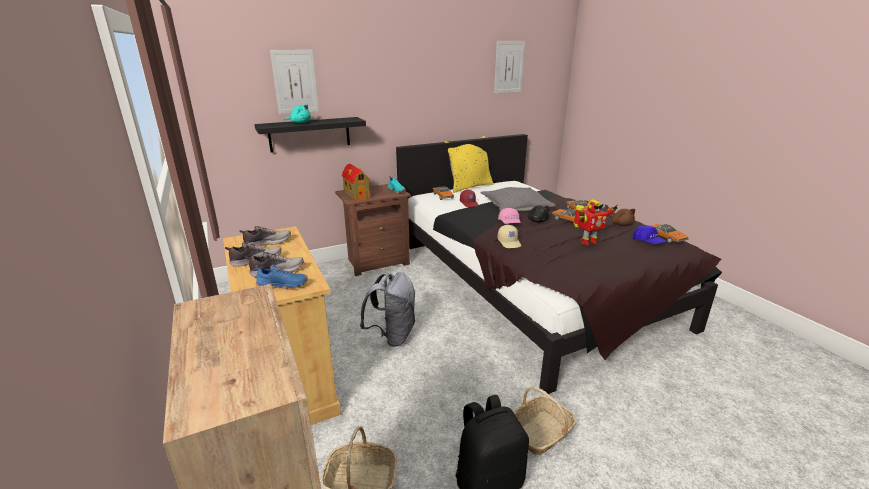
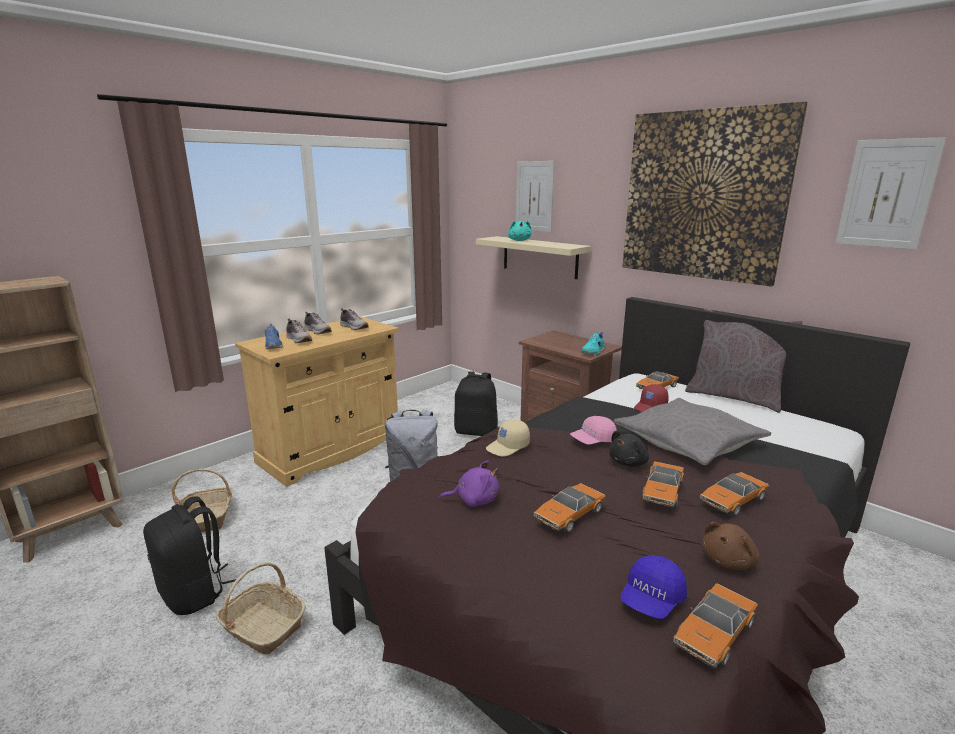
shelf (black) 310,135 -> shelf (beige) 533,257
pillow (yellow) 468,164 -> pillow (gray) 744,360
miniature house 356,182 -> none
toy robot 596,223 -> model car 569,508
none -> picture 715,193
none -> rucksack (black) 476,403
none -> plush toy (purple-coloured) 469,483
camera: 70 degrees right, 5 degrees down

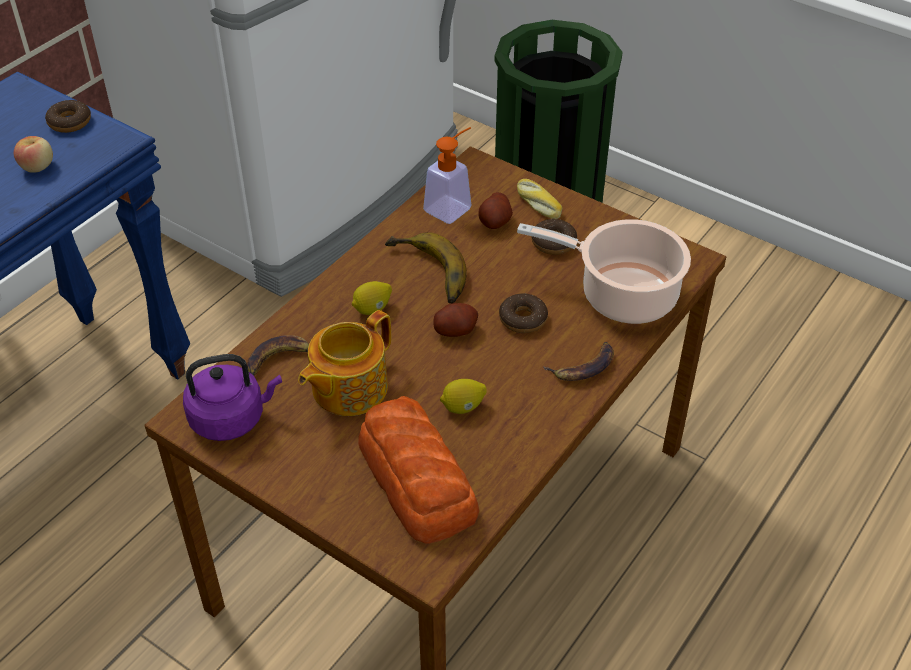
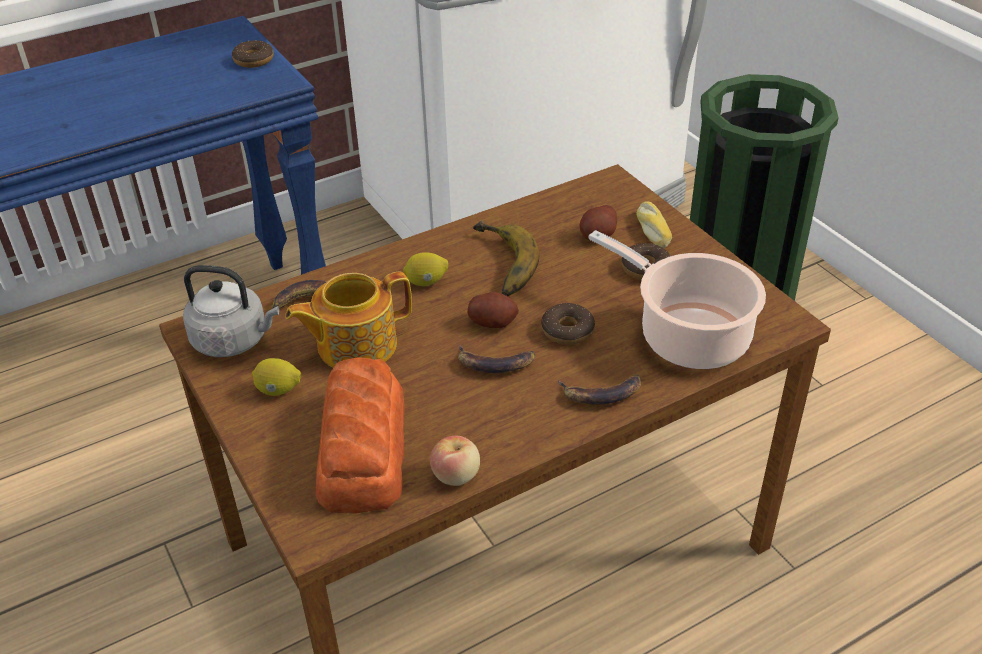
soap dispenser 447,175 -> none
whole apple 33,154 -> whole apple 455,461, move
water kettle (purple-coloured) 232,397 -> water kettle (gray) 231,311
citrus fruit 463,396 -> citrus fruit 276,377, move
none -> banana fruit 496,359
camera: 25 degrees right, 5 degrees down

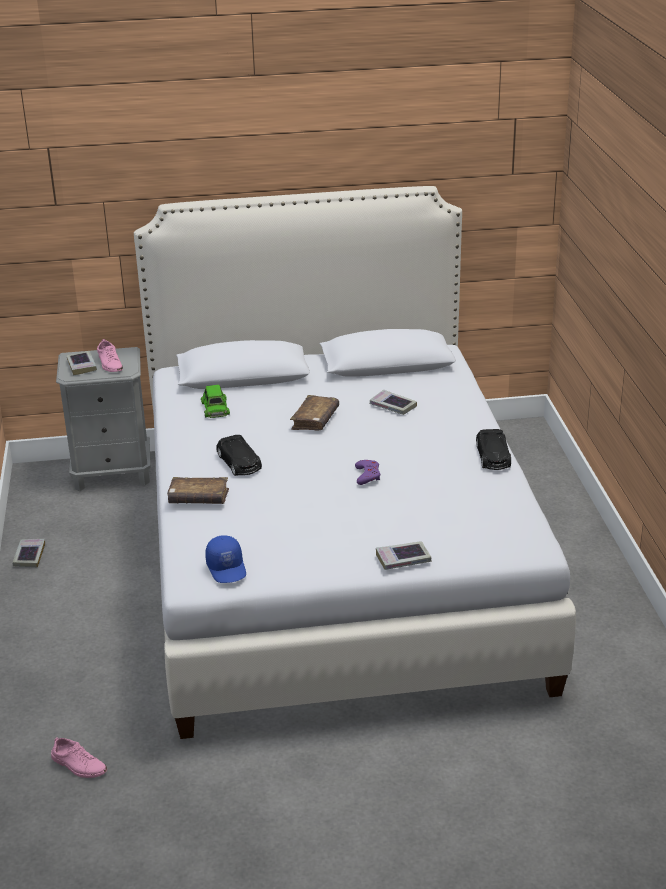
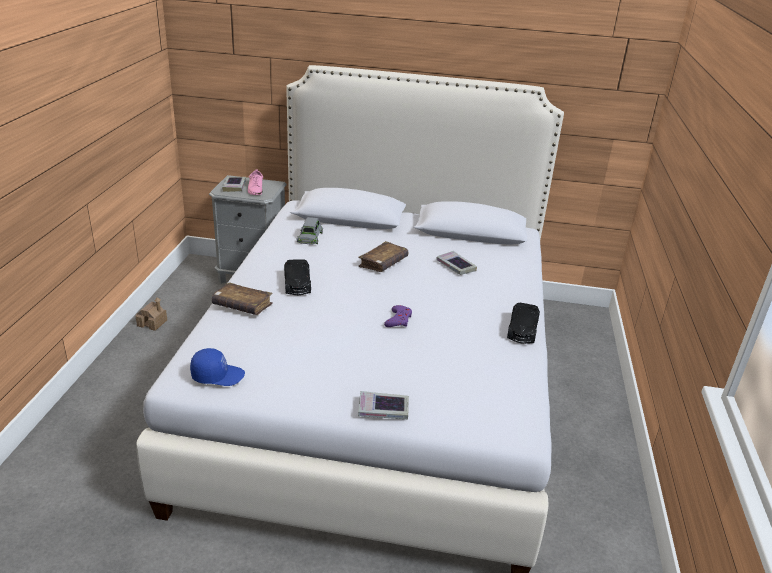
model car (green-coloured) 215,401 -> model car (gray) 310,230
baseball cap (bluish) 225,559 -> baseball cap (bluish) 217,367, 90 degrees counterclockwise
book 28,553 -> miniature house 151,314
low shoe (pink-coloured) 79,757 -> none
camera: 15 degrees right, 0 degrees up

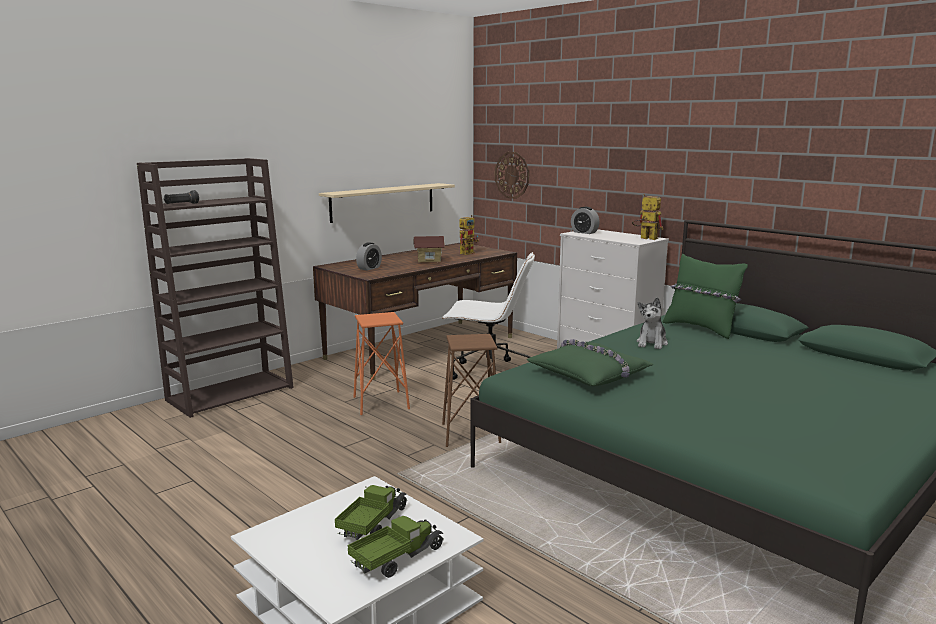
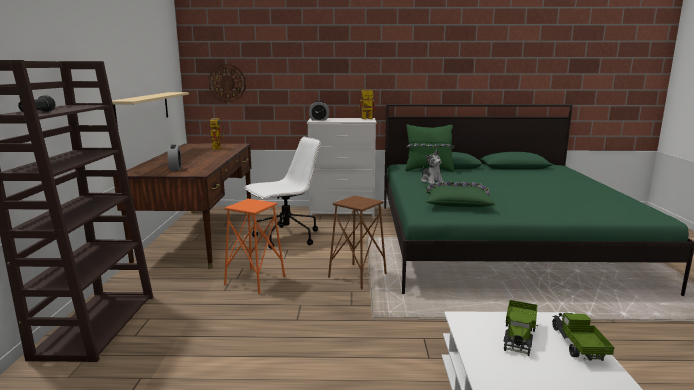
miniature house 429,249 -> none
toy truck 371,512 -> toy truck 521,328, 135 degrees counterclockwise
camera: 45 degrees left, 0 degrees up

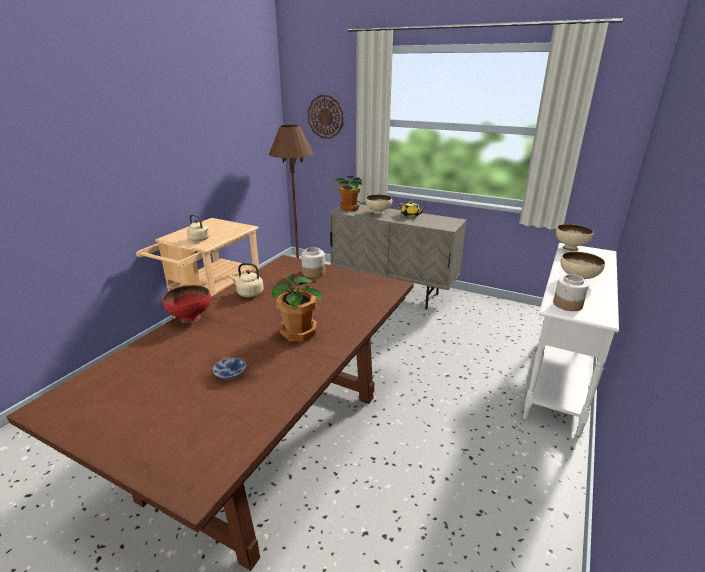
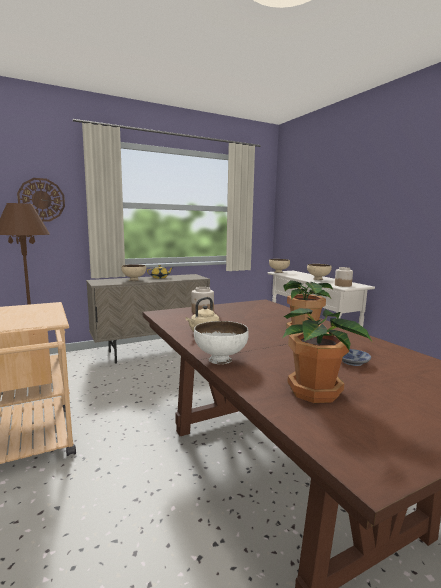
potted plant 347,193 -> potted plant 328,355, move
water kettle (beige) 198,227 -> none
deep dish (reddish) 187,304 -> deep dish (whitish) 221,342
camera: 55 degrees left, 15 degrees down

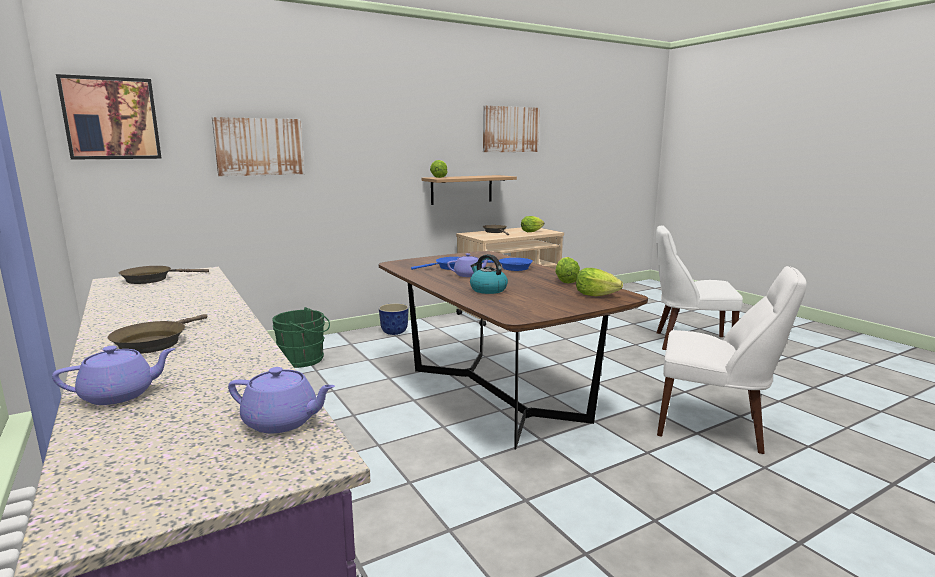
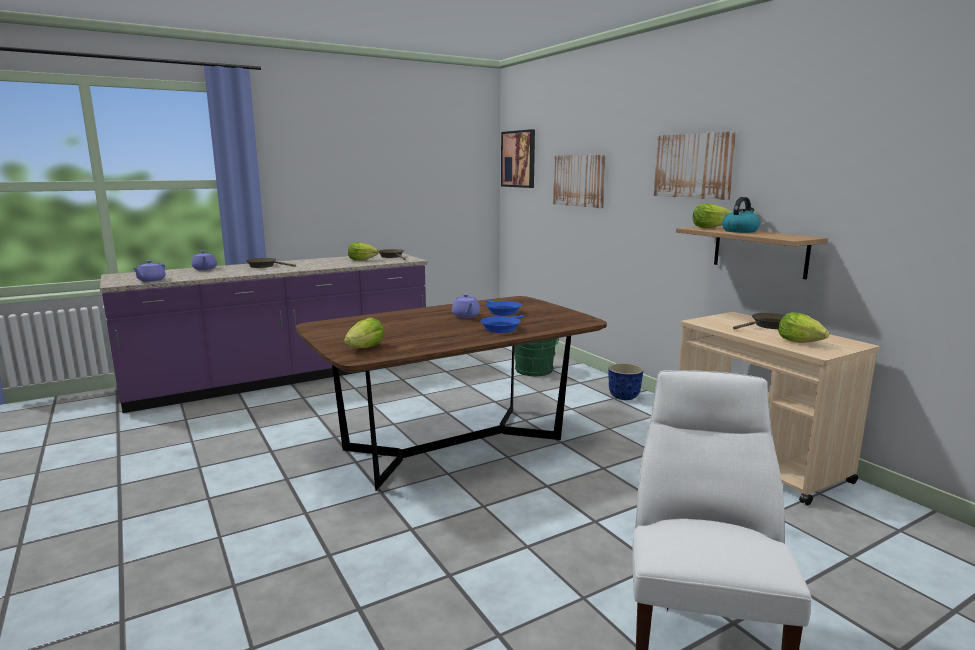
picture 511,129 -> picture 695,165, move
water kettle 489,274 -> water kettle 741,215, move
lettuce 567,270 -> lettuce 363,251, move
upright chair (whitish) 732,360 -> none
camera: 90 degrees right, 0 degrees up

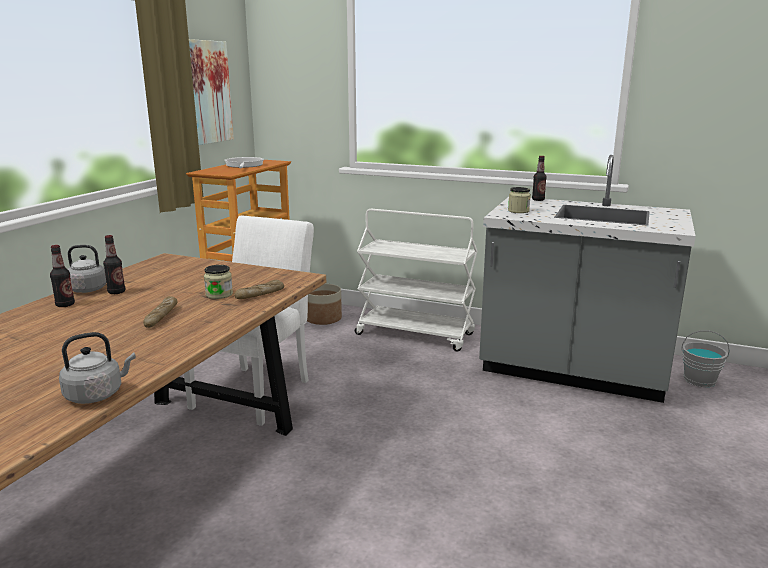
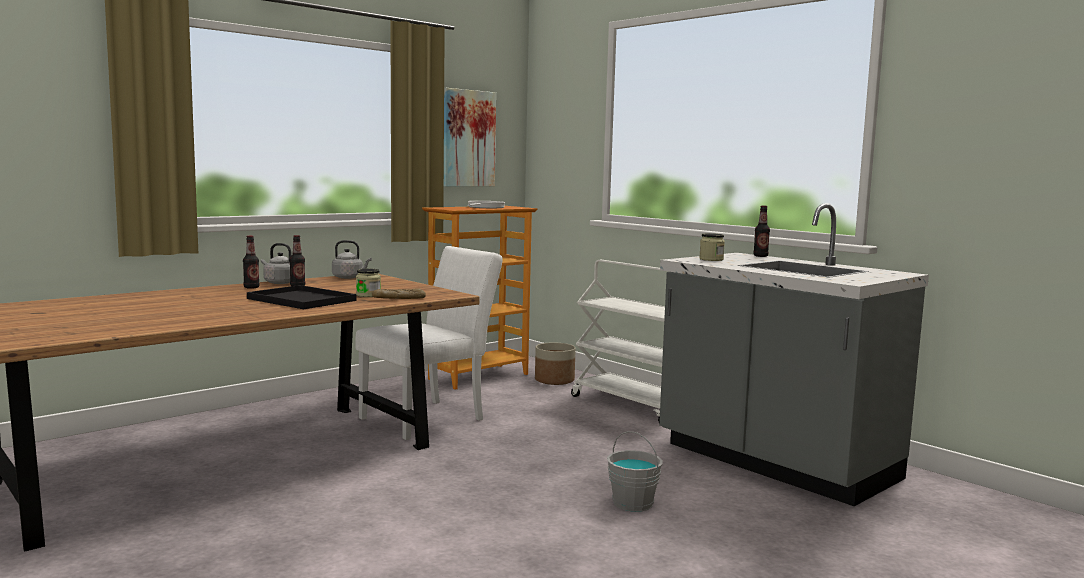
bakery bread 160,312 -> serving tray (black) 302,297
water bucket (gray) 705,358 -> water bucket (gray) 635,471, move
water kettle (gray) 97,368 -> water kettle (gray) 351,259, move
camera: 25 degrees right, 10 degrees down

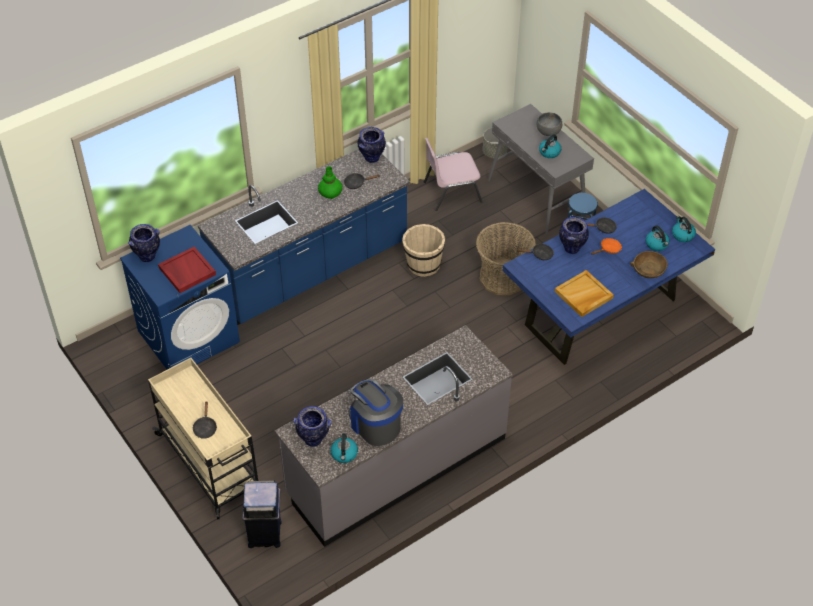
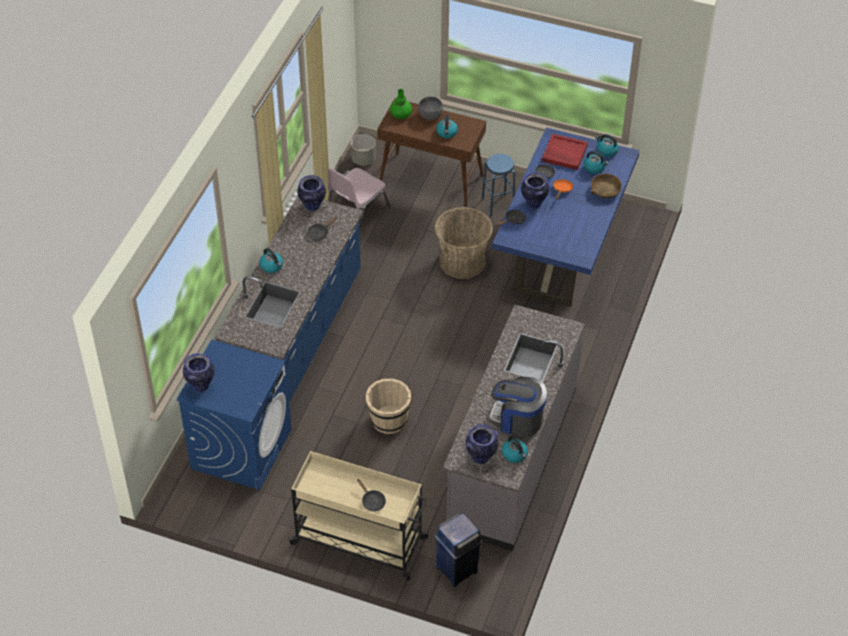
console table (gray) 541,169 -> console table (brown) 431,153
vase (green-coloured) 330,182 -> vase (green-coloured) 401,104, move
water bucket (beige) 423,250 -> water bucket (beige) 388,406, move
serving tray (reddish) 187,270 -> serving tray (reddish) 565,152, move
serving tray (beige) 584,293 -> none
none -> water kettle 271,260
camera: 35 degrees left, 0 degrees up

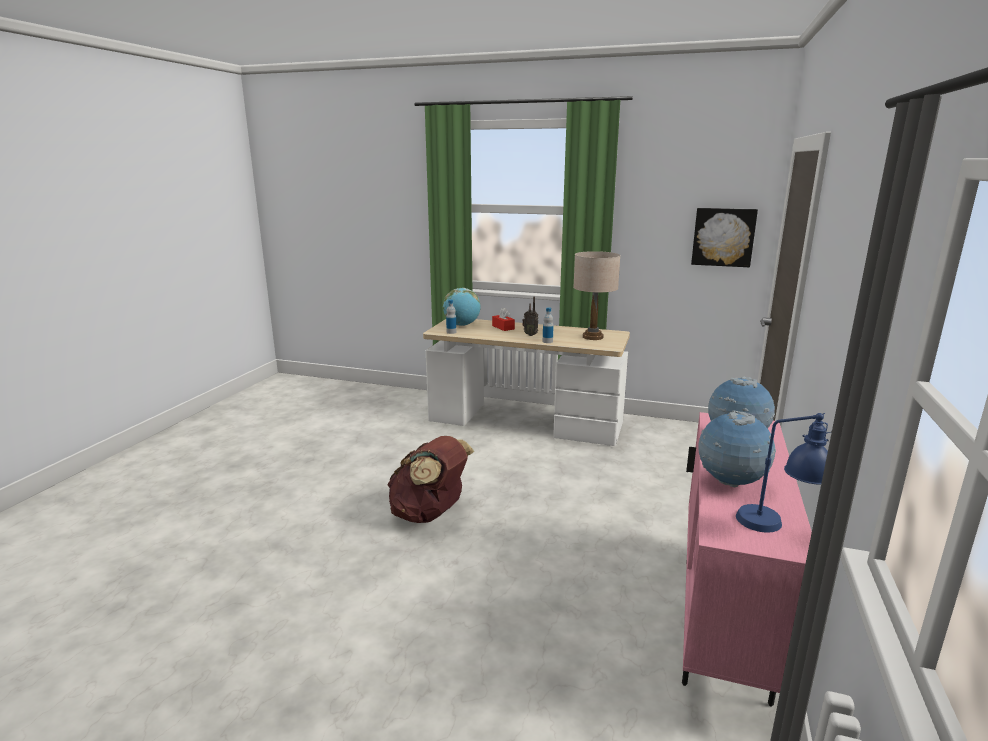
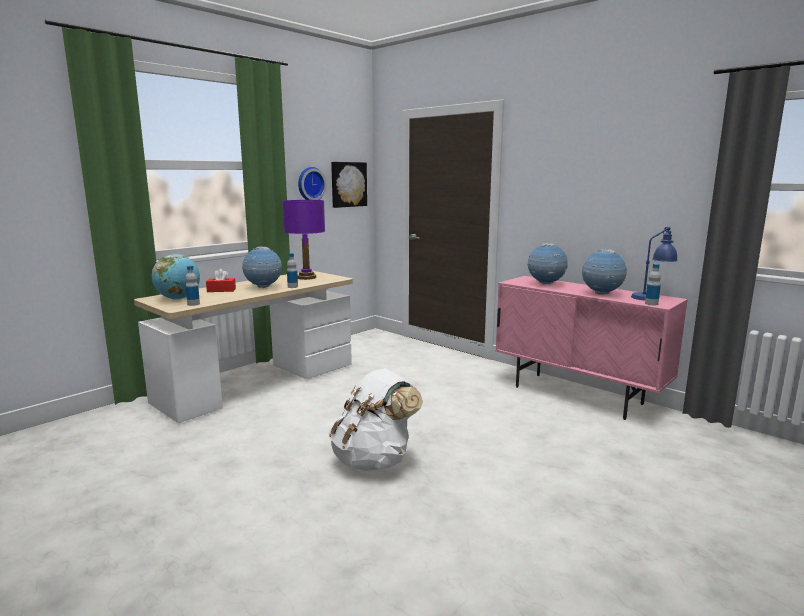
tabletop lamp (beige) 597,295 -> tabletop lamp (purple-coloured) 303,240
radio set 530,316 -> world globe 262,267
rucksack (brown) 431,479 -> rucksack (whitish) 375,420
none -> wall clock 312,183
none -> beverage bottle 653,284
camera: 65 degrees left, 5 degrees down

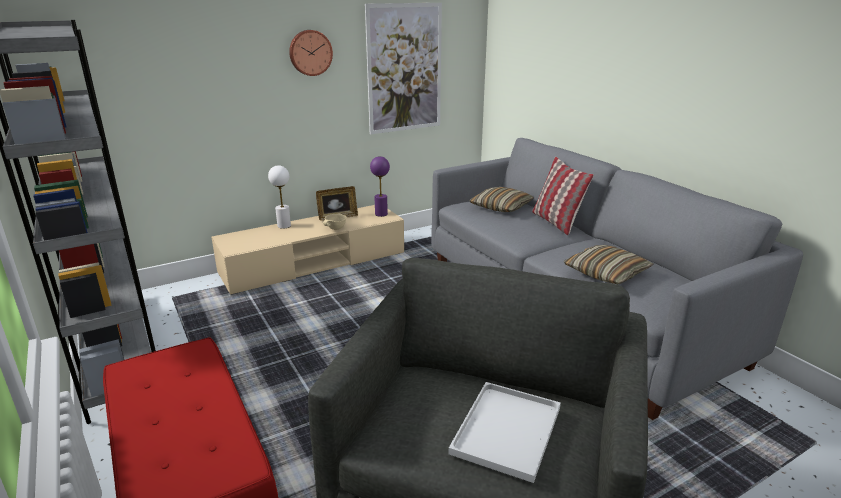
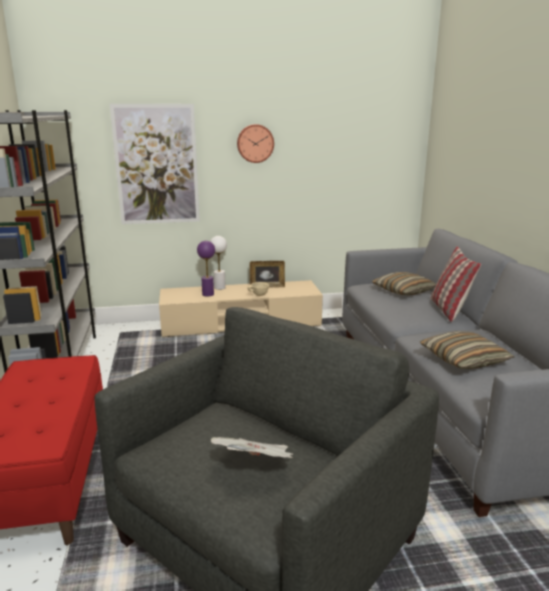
picture 403,68 -> picture 155,164, move
tabletop lamp (purple-coloured) 380,186 -> tabletop lamp (purple-coloured) 206,269, move
serving tray (whitish) 505,432 -> printed paper 252,447
camera: 20 degrees right, 5 degrees down

